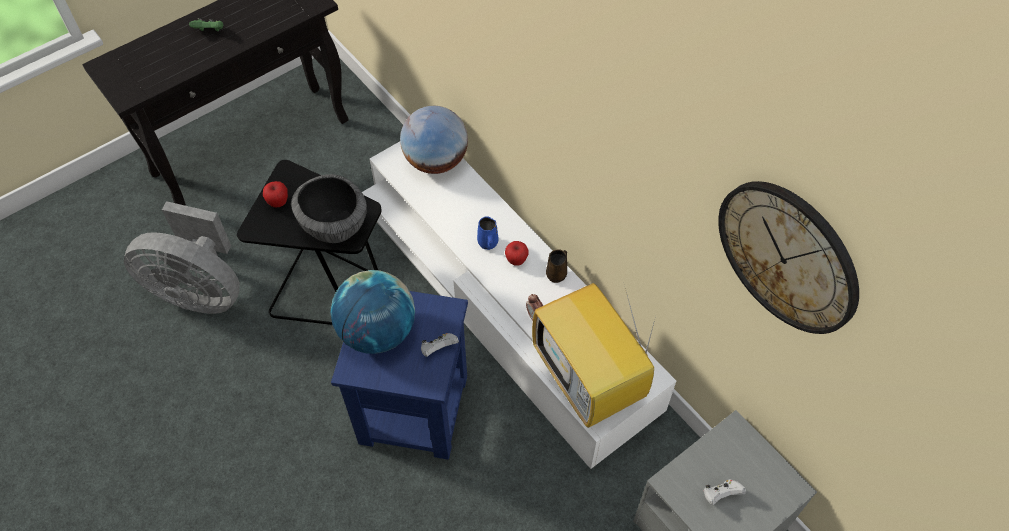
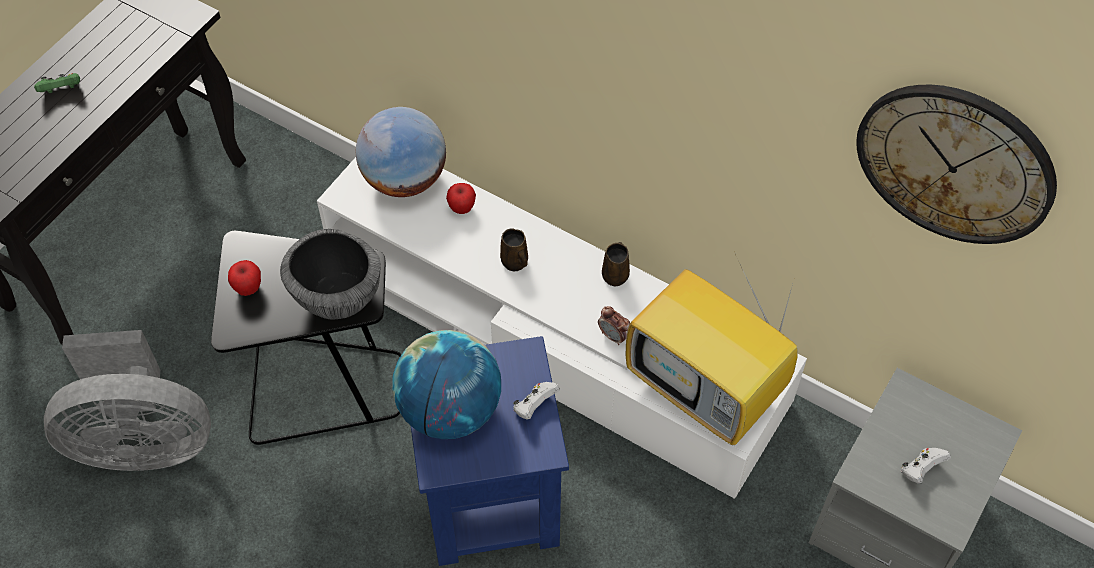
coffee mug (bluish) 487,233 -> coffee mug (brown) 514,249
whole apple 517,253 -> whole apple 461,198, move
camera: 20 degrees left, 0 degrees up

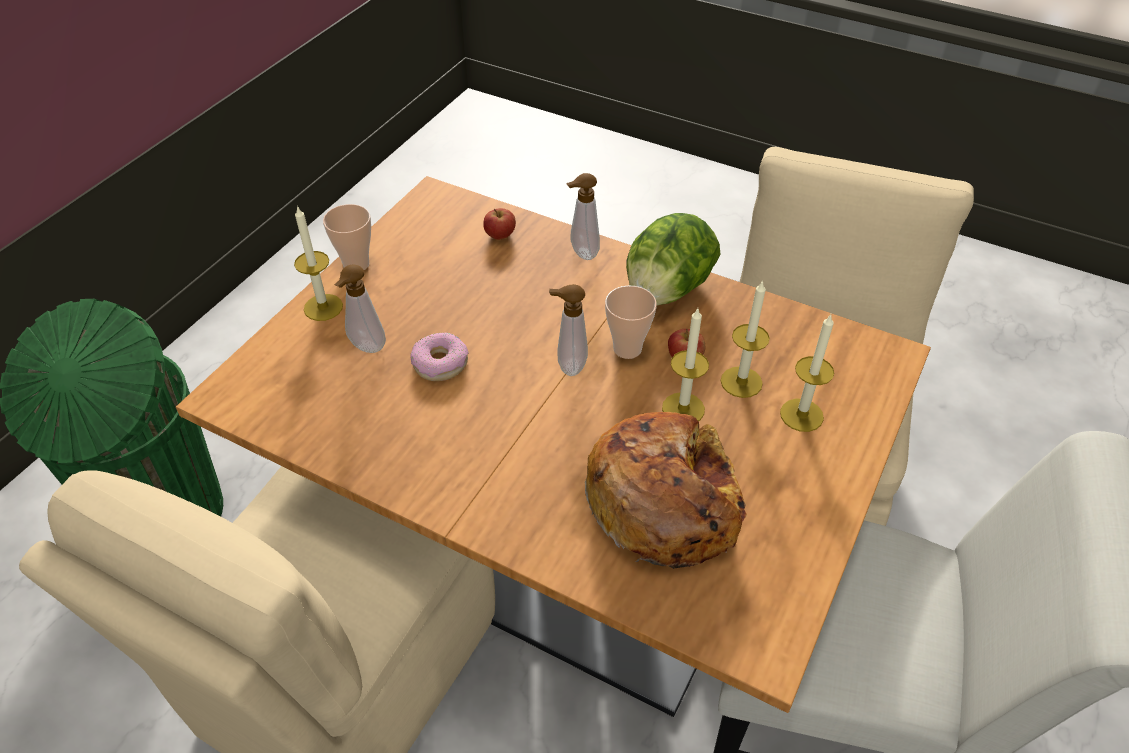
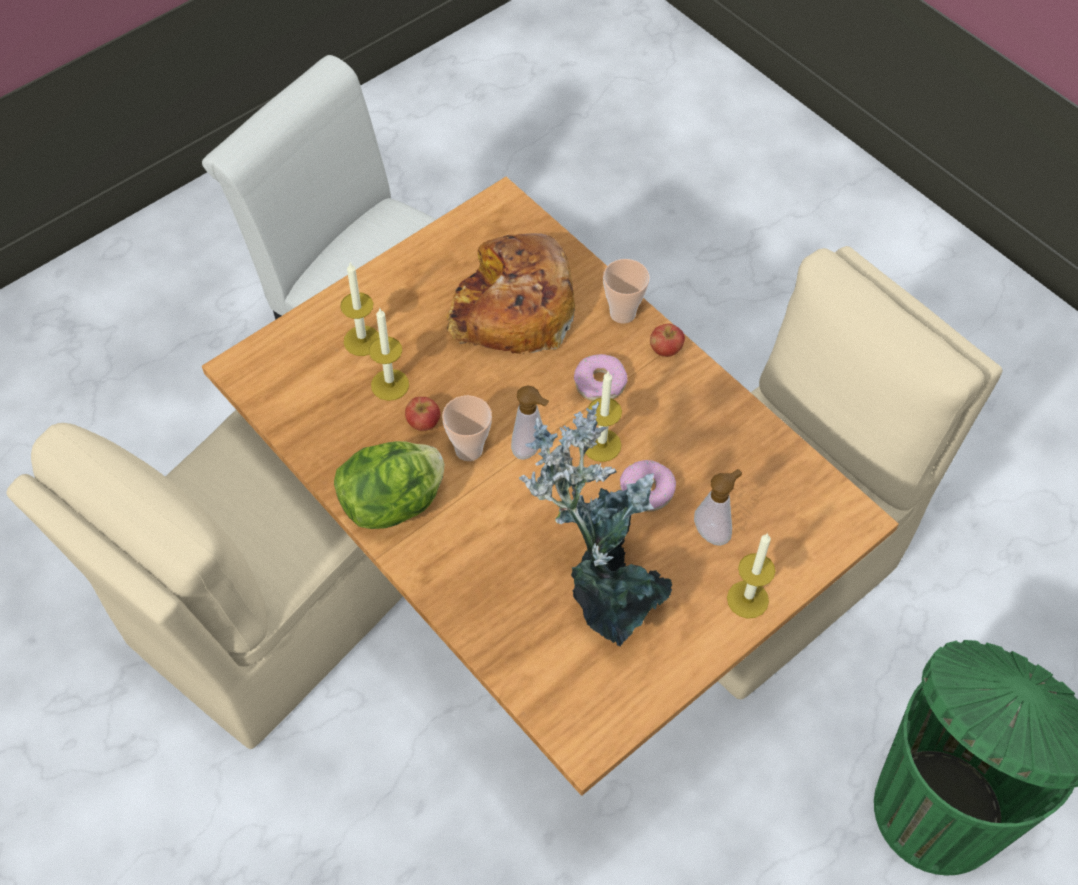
soap dispenser 583,216 -> none
cup 347,237 -> cup 626,291, move
whole apple 499,224 -> whole apple 667,340, move
wax candle 685,365 -> wax candle 603,416, move
none -> doughnut 601,377
none -> potted plant 595,524
camera: 160 degrees left, 10 degrees up

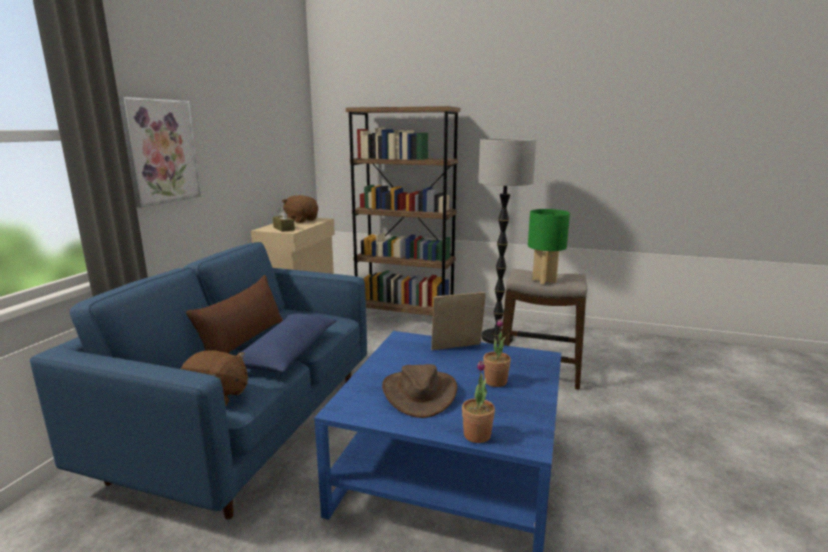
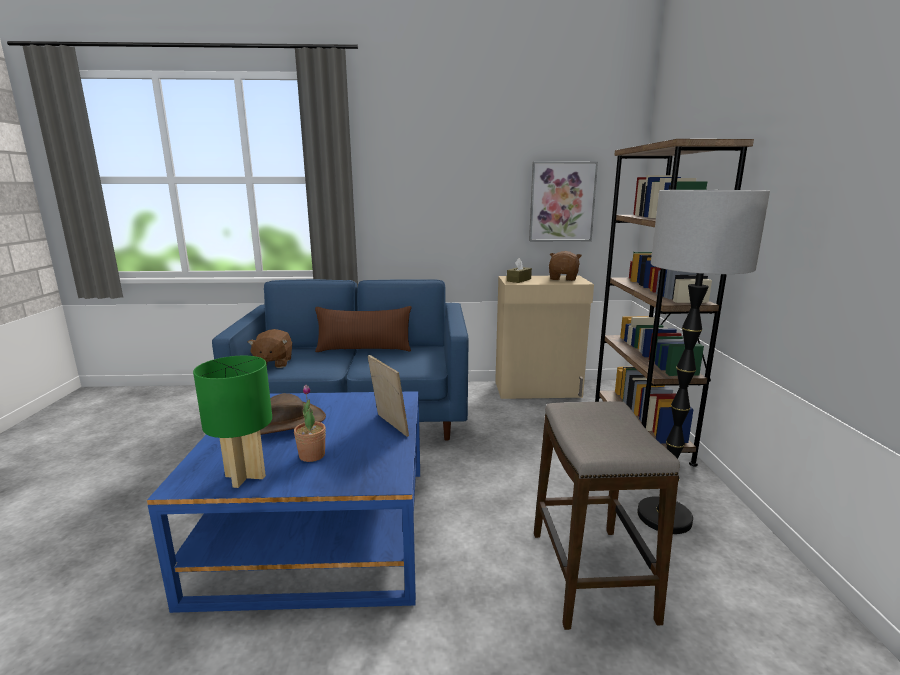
picture 159,152 -> picture 563,201, move
tabletop lamp (green-coloured) 549,246 -> tabletop lamp (green-coloured) 232,422, move
pillow (bluish) 289,342 -> none
potted plant 478,402 -> none
camera: 70 degrees right, 0 degrees up

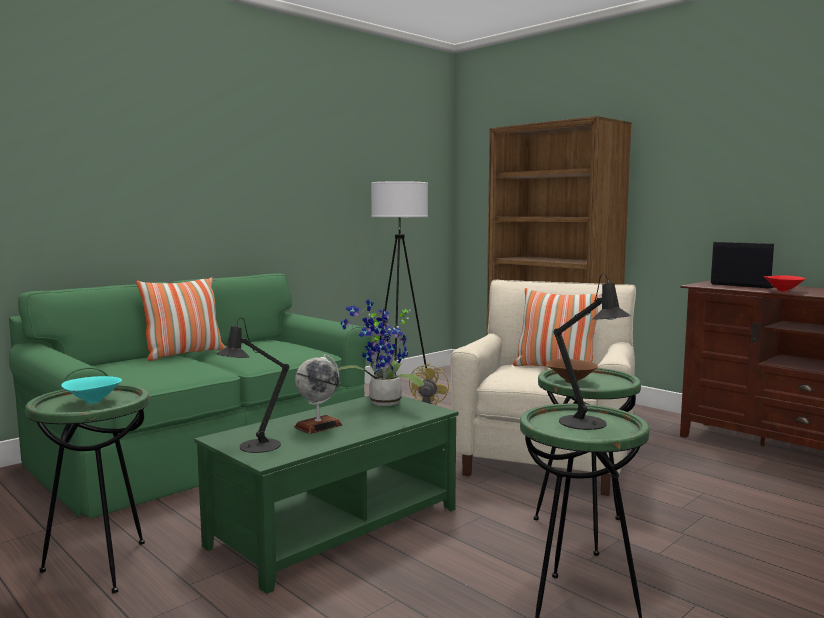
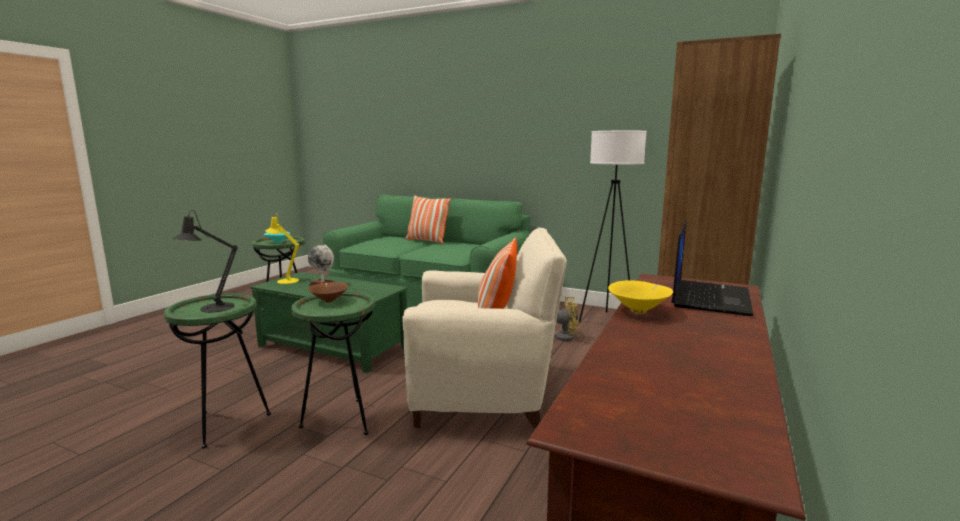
deep dish (reddish) 784,283 -> deep dish (yellow) 640,297
potted plant 381,353 -> none
tabletop lamp (black) 252,385 -> tabletop lamp (yellow) 282,249
camera: 70 degrees right, 5 degrees up

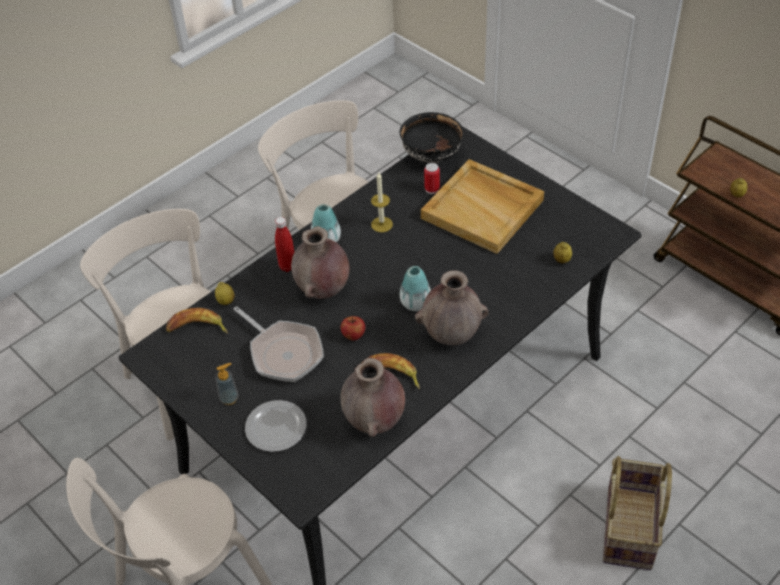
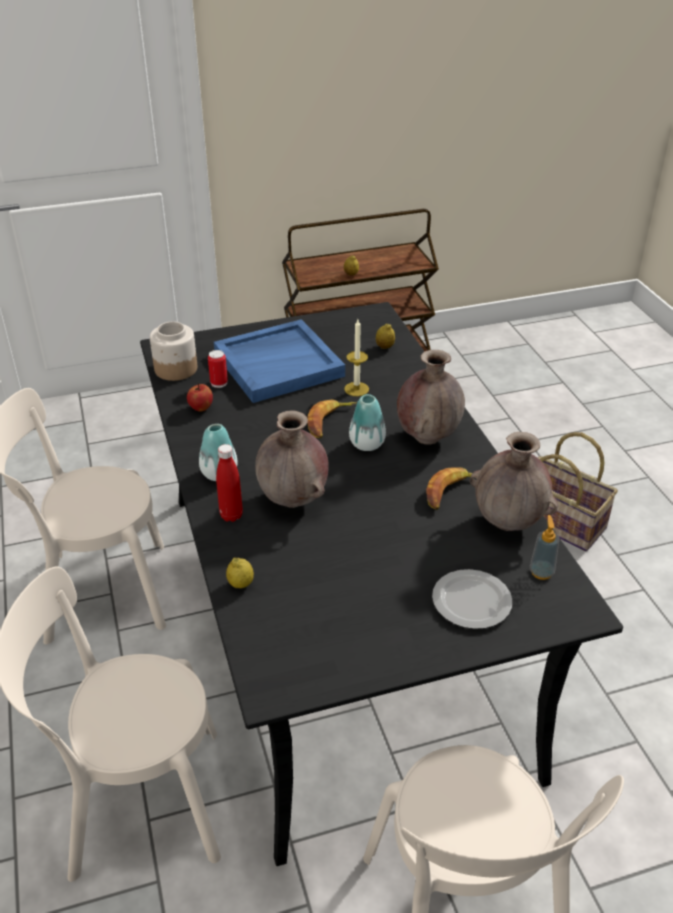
deep dish (black) 432,139 -> jar 173,351
serving tray (beige) 482,206 -> serving tray (bluish) 279,361
wax candle 382,202 -> wax candle 356,358, move
frying pan 278,344 -> none
banana fruit 197,320 -> banana fruit 332,418, move
whole apple 353,328 -> whole apple 200,397, move
soap dispenser 227,384 -> soap dispenser 544,547, move
camera: 65 degrees left, 10 degrees down

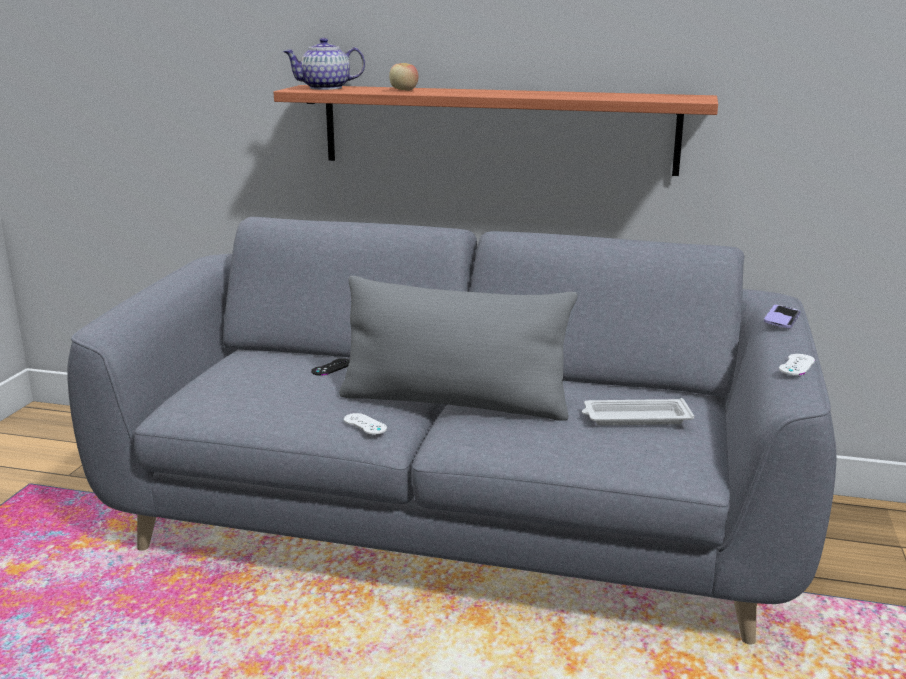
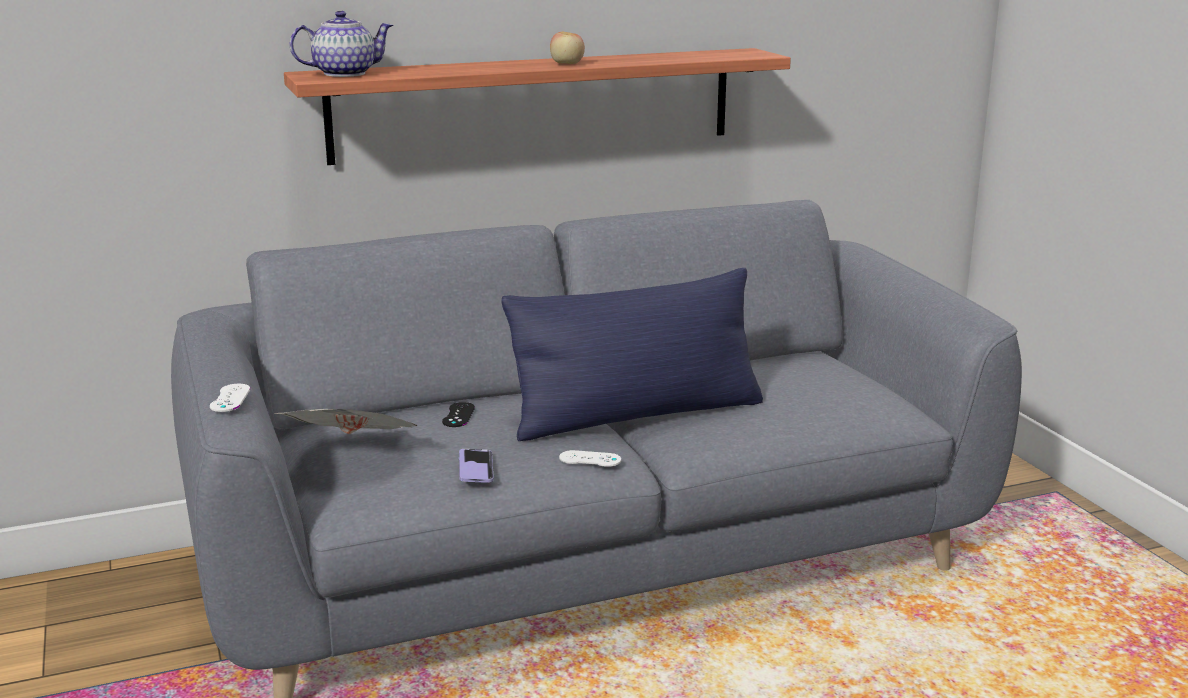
teapot 324,64 -> teapot 341,44, 150 degrees counterclockwise
whole apple 404,77 -> whole apple 567,48, move
pillow (gray) 458,348 -> pillow (bluish) 632,354
phone 782,316 -> phone 476,466, move
joypad (whitish) 797,364 -> joypad (whitish) 230,398, move
serving tray (whitish) 638,411 -> none
none -> printed paper 346,421
camera: 35 degrees left, 0 degrees up

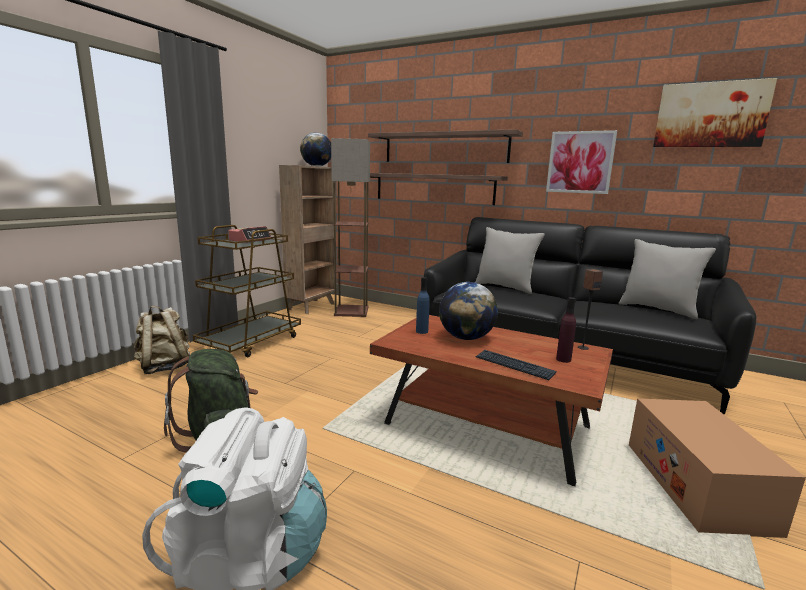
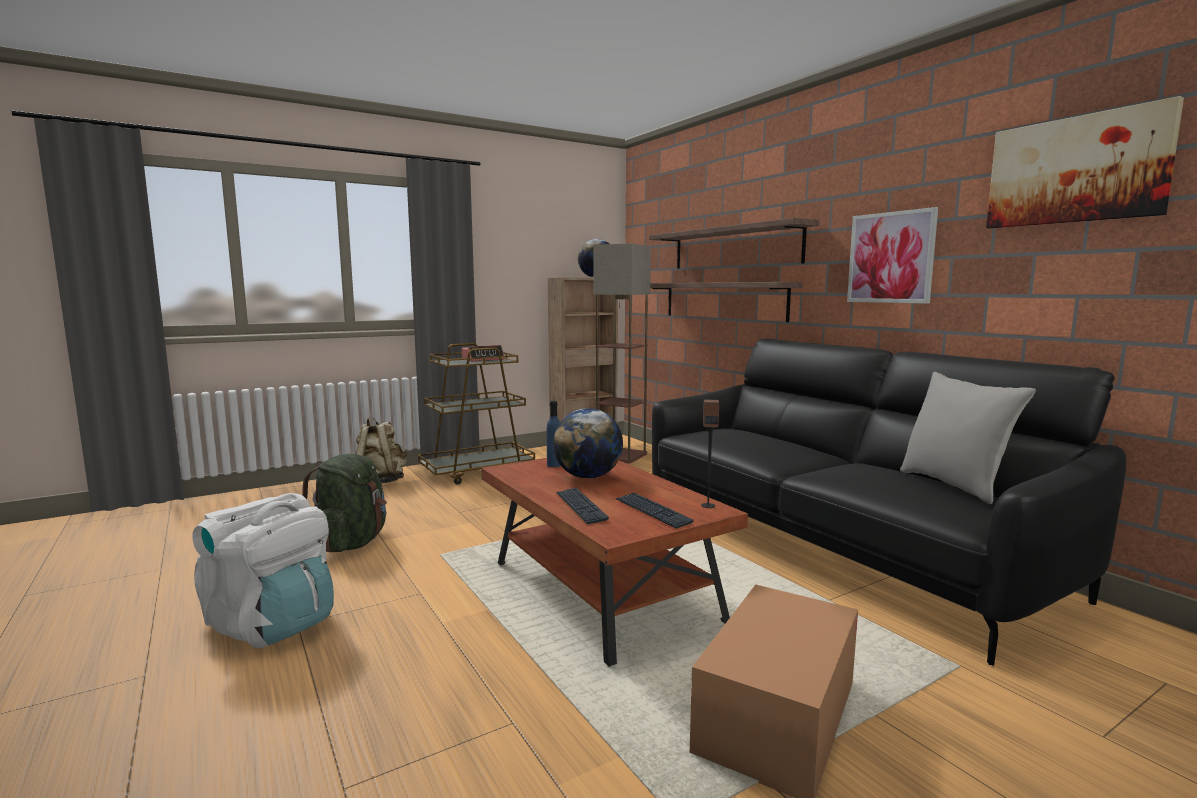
pillow (gray) 510,260 -> none
beverage bottle (purple-coloured) 566,330 -> keyboard 655,510
camera: 30 degrees right, 5 degrees down

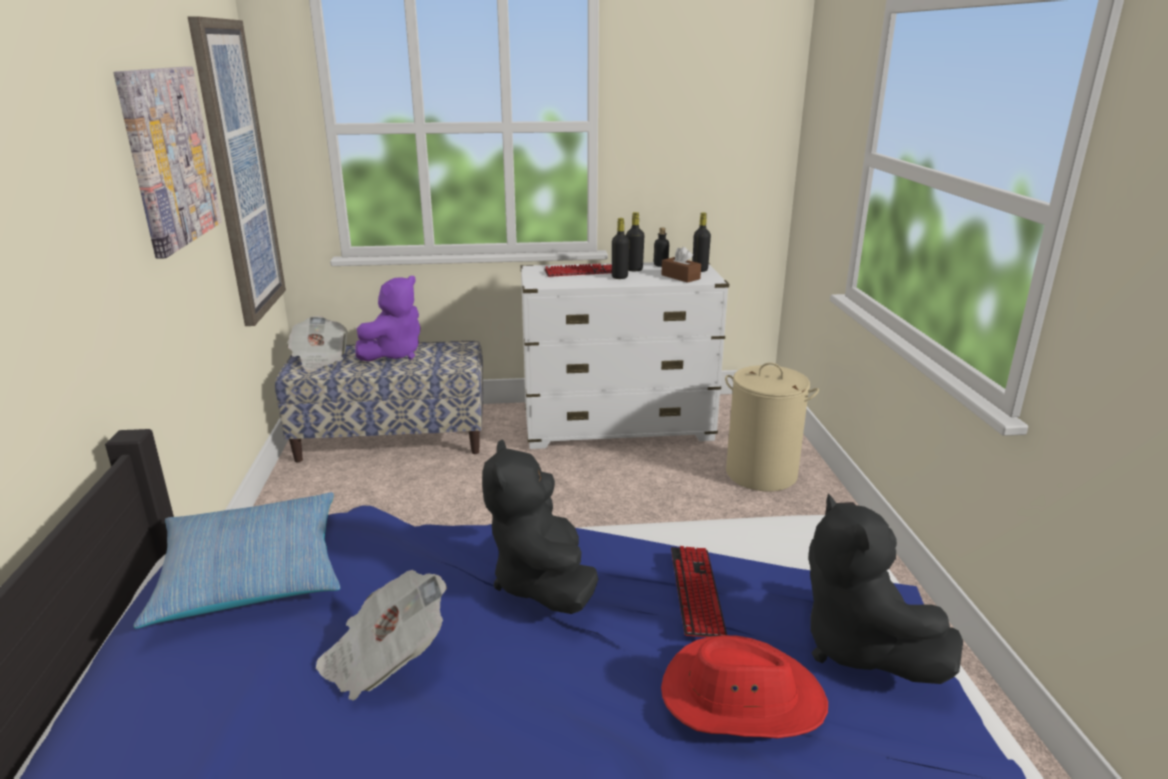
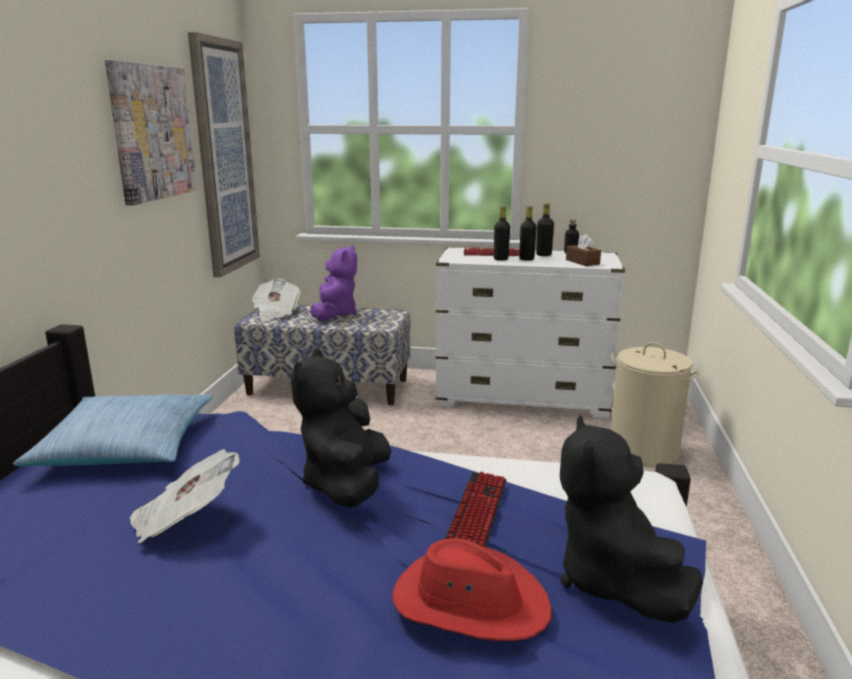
beverage bottle (black) 702,242 -> beverage bottle (black) 502,233, move
plush toy (purple-coloured) 387,318 -> plush toy (purple-coloured) 333,282, 45 degrees counterclockwise
camera: 15 degrees right, 5 degrees down

